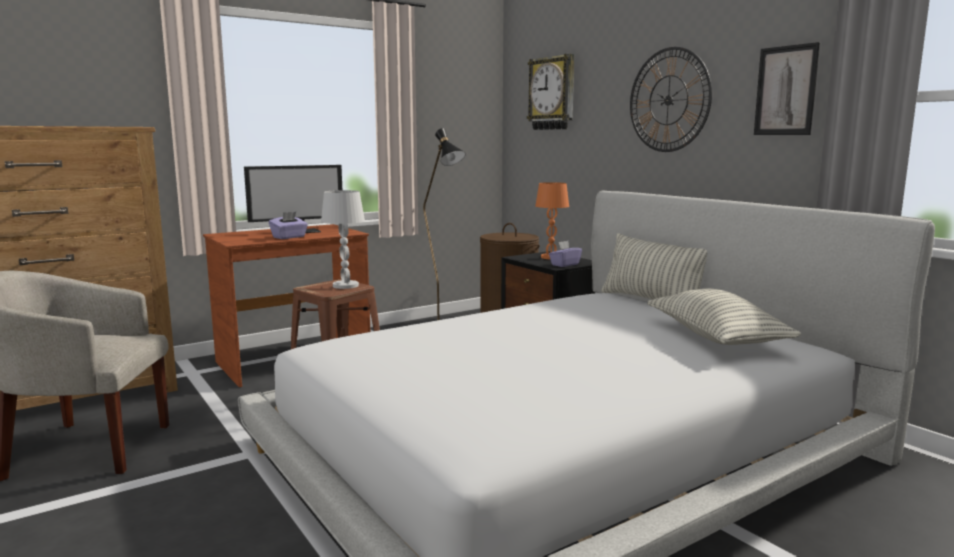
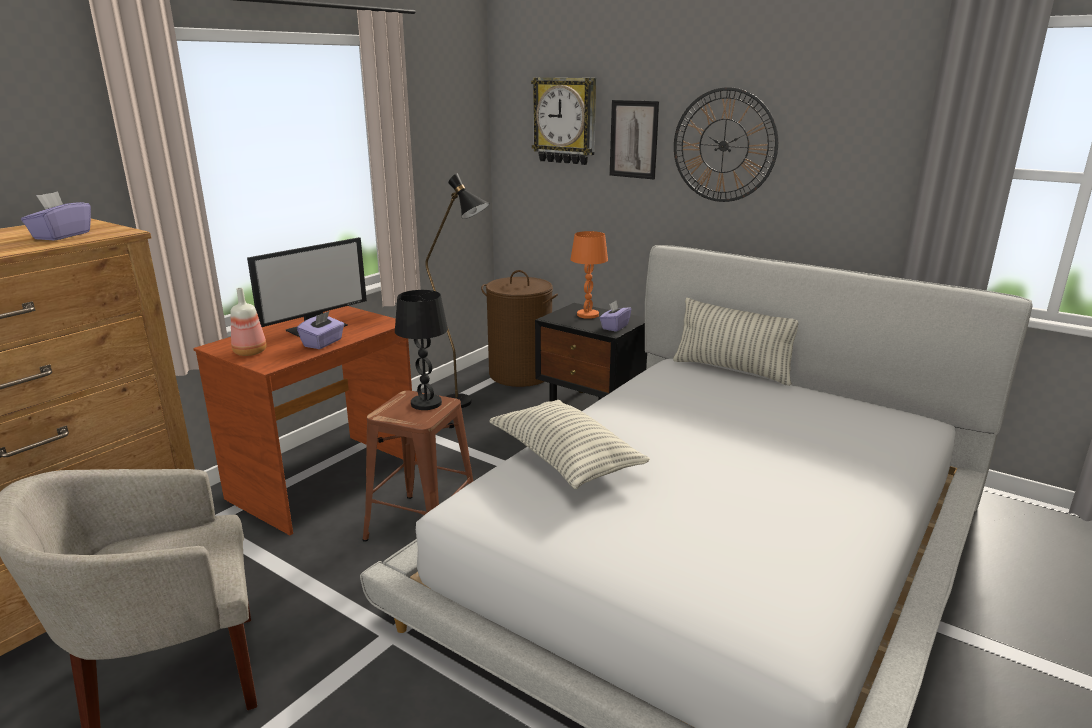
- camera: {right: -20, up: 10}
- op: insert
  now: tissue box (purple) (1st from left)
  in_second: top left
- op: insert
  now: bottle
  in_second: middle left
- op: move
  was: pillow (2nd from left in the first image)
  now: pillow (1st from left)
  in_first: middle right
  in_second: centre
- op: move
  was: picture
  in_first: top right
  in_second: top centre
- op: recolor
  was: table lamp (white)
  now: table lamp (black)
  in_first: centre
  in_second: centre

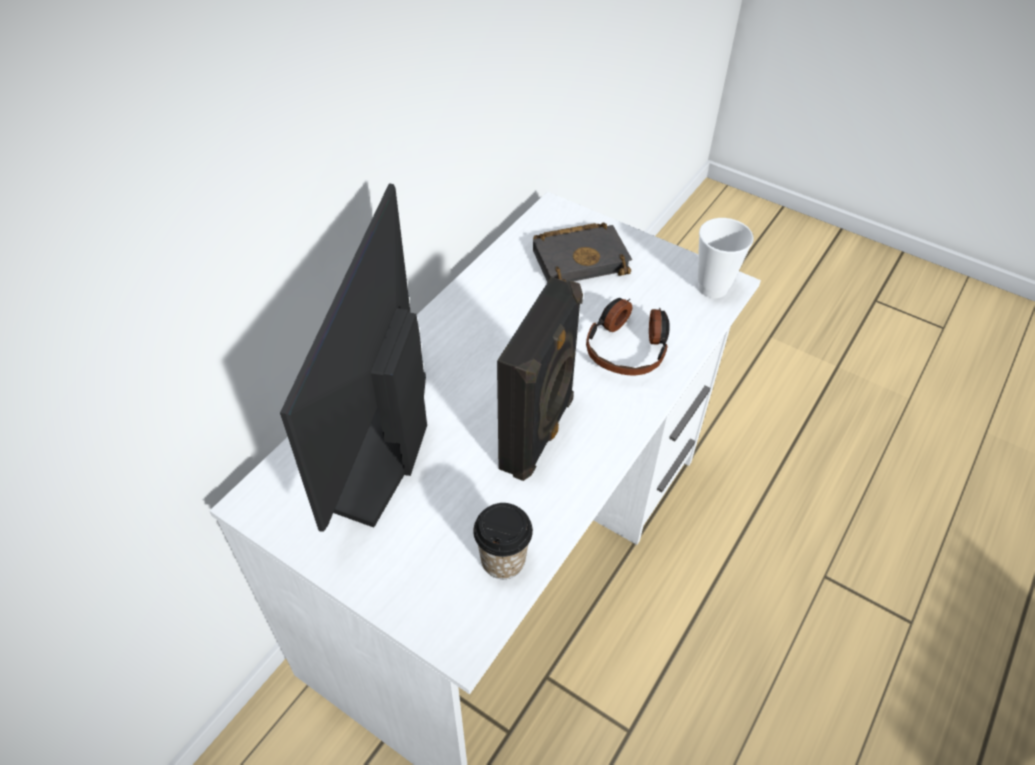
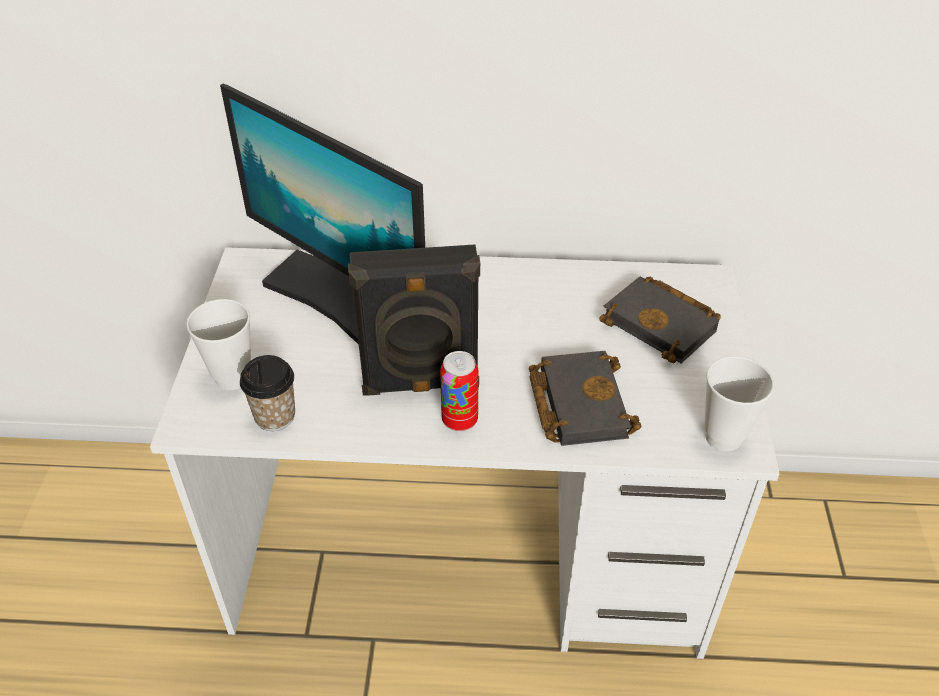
- camera: {right: 60, up: -5}
- op: insert
  now: cup (1st from left)
  in_second: middle left
- op: insert
  now: can
  in_second: centre
- op: replace
  was: headphones
  now: book (black) (1st from left)
  in_first: centre
  in_second: centre
- op: rotate
  was: monitor
  in_first: centre
  in_second: top centre
  clockwise: -120

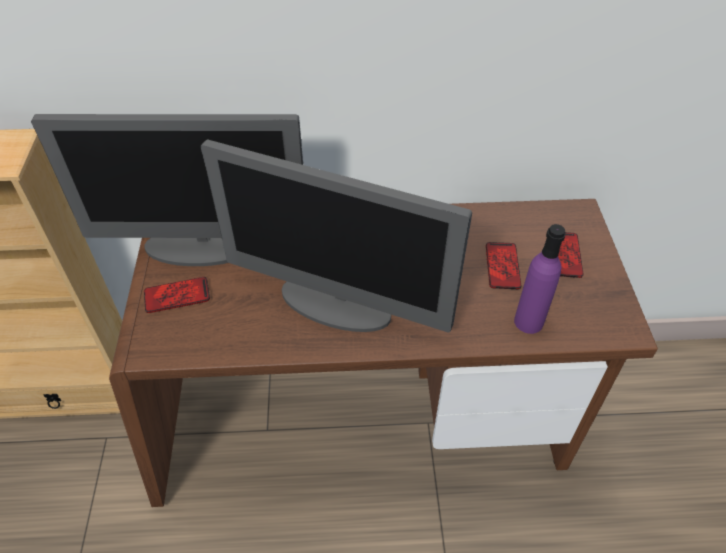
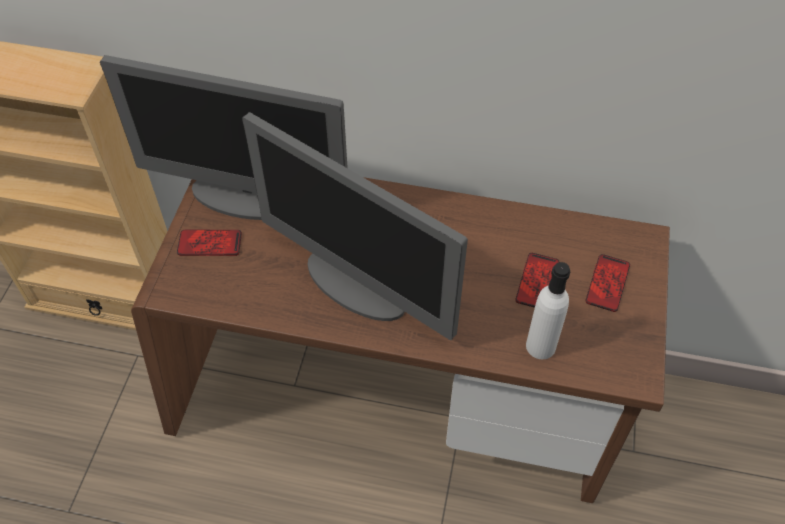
- camera: {right: 15, up: 5}
- op: recolor
  was: bottle (purple)
  now: bottle (white)
  in_first: middle right
  in_second: middle right

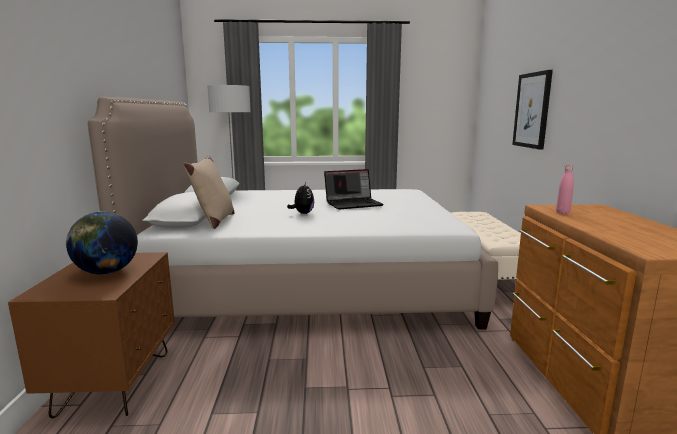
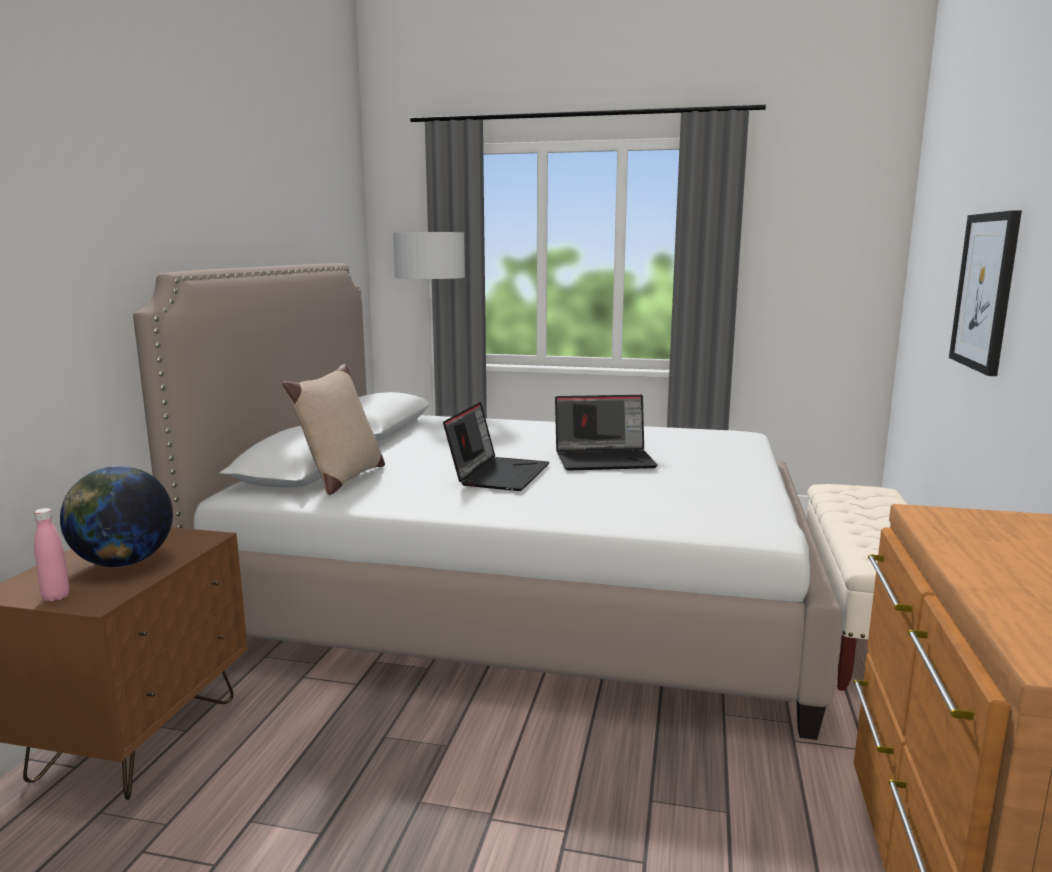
- camera: {right: 15, up: 0}
- op: move
  was: bottle (pink)
  in_first: middle right
  in_second: middle left
- op: replace
  was: plush toy
  now: laptop (1st from left)
  in_first: centre
  in_second: centre

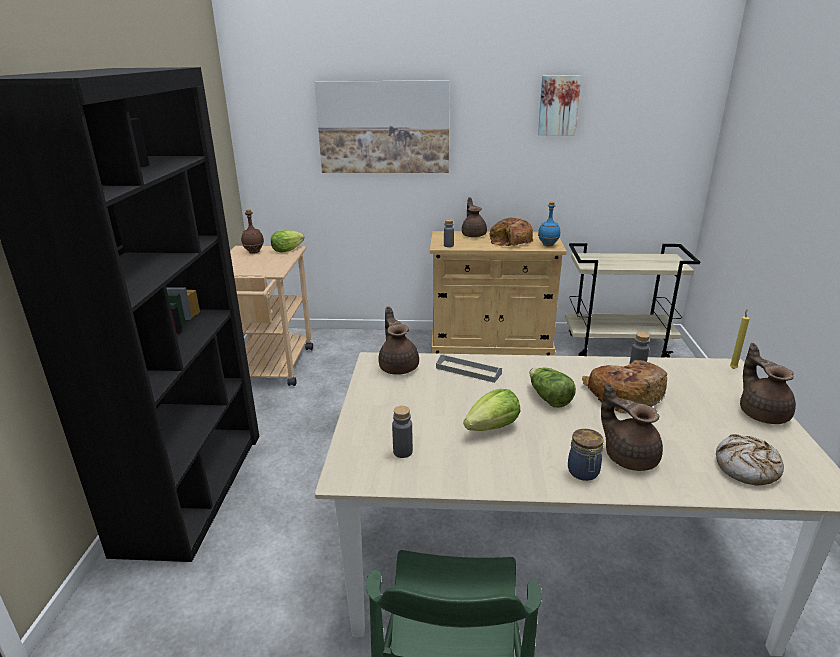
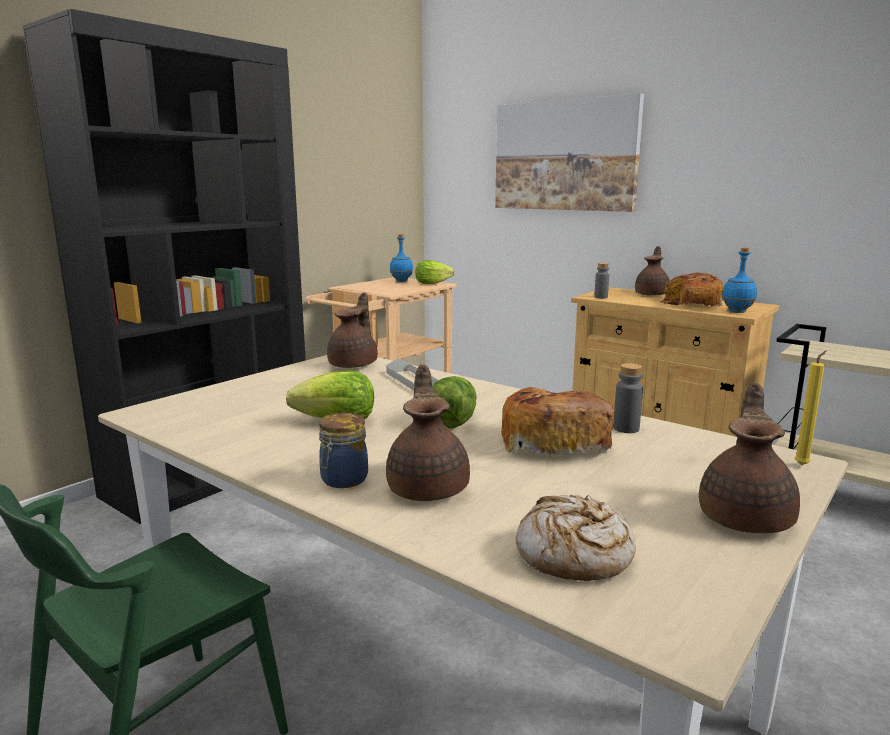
- camera: {right: 35, up: -10}
- op: delete
  was: bottle (grey) (1st from left)
  in_first: centre
- op: delete
  was: picture (2nd from left)
  in_first: top centre
- op: recolor
  was: bottle (brown)
  now: bottle (blue) (1st from left)
  in_first: middle left
  in_second: centre

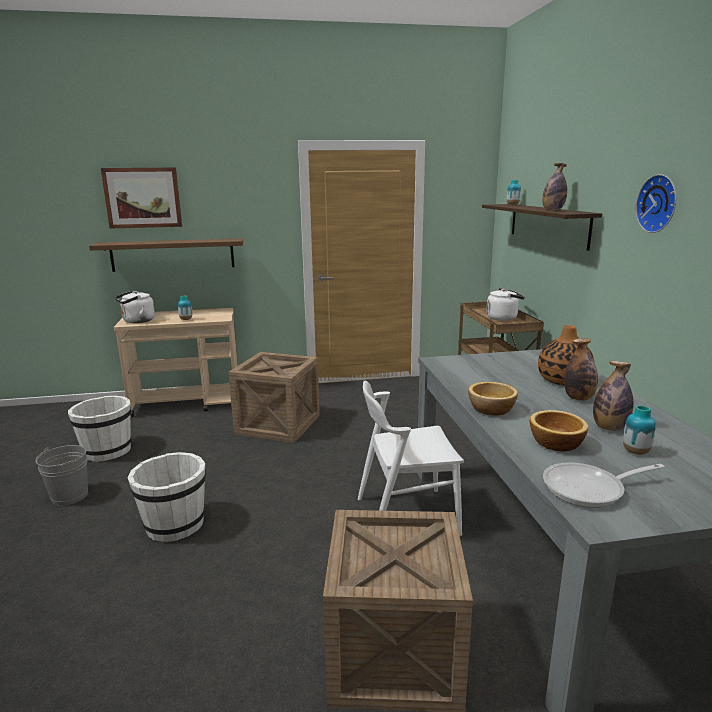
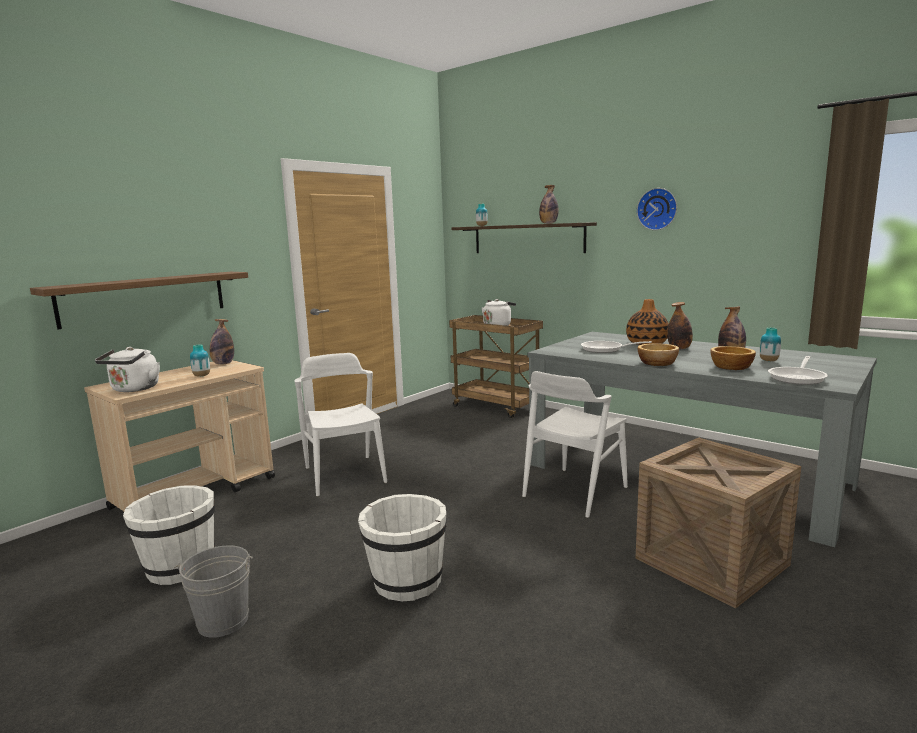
- camera: {right: -40, up: -5}
- op: delete
  was: picture
  in_first: top left
- op: insert
  now: bottle (1st from left)
  in_second: middle left
- op: insert
  now: frying pan (1st from left)
  in_second: middle right
- op: replace
  was: crate (1st from left)
  now: chair (white) (1st from left)
  in_first: centre
  in_second: centre

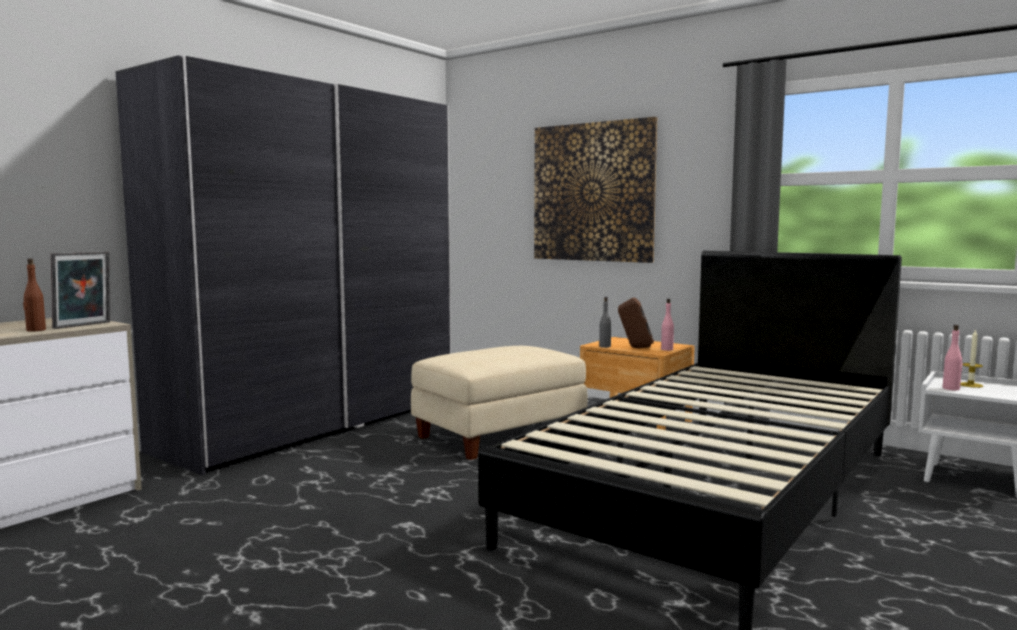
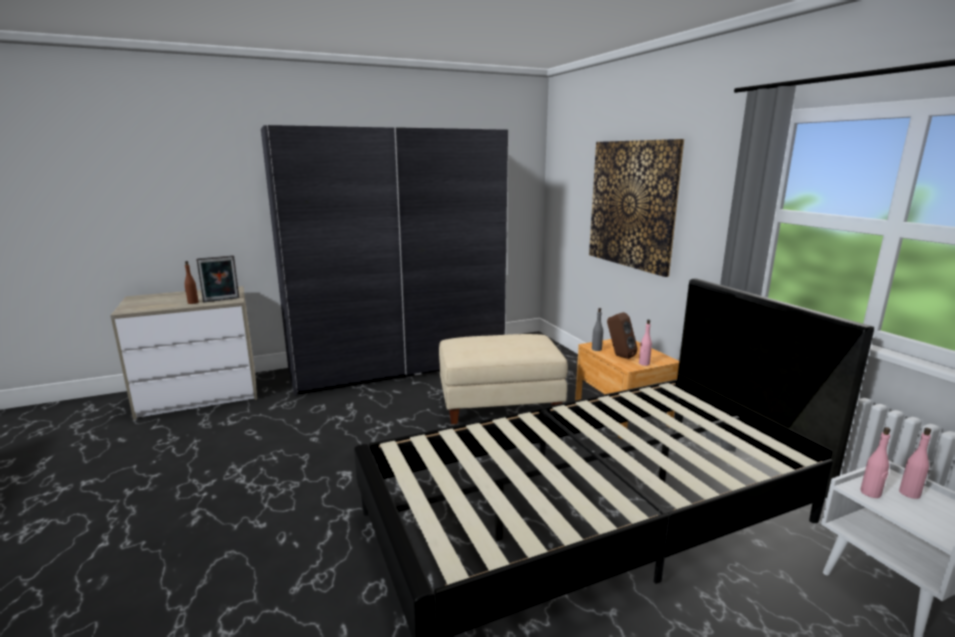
- camera: {right: 30, up: 10}
- op: replace
  was: candle
  now: bottle (pink) (3rd from left)
  in_first: middle right
  in_second: bottom right

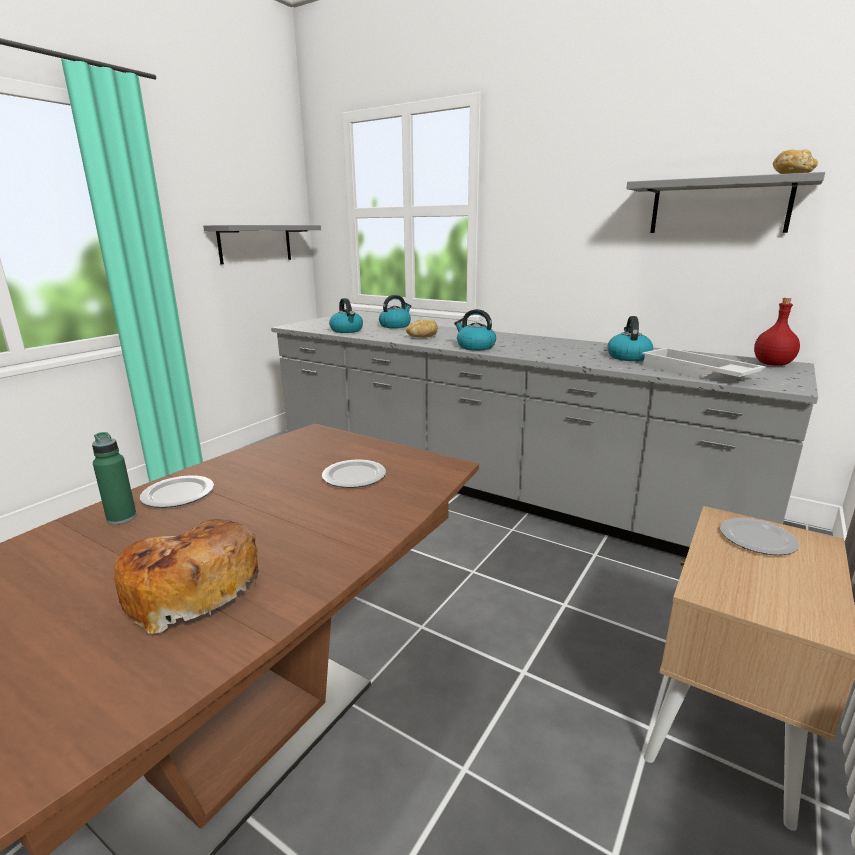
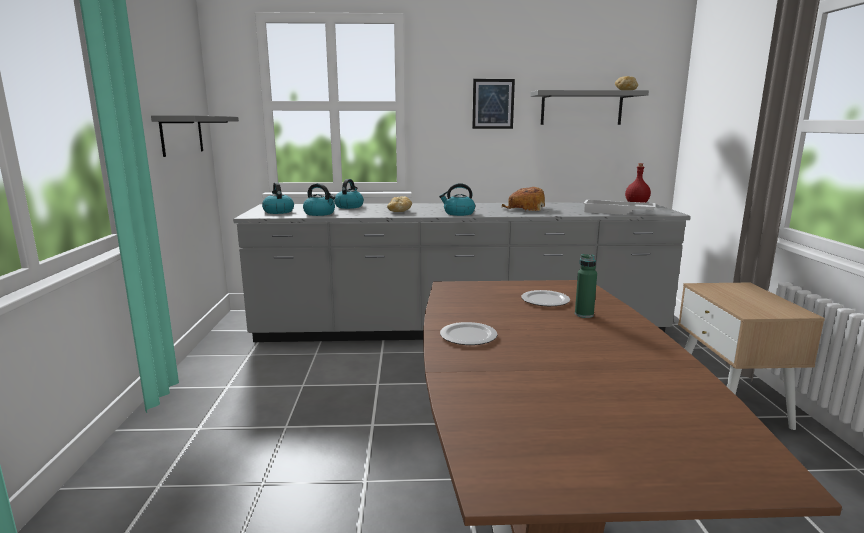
- camera: {right: -35, up: -5}
- op: delete
  was: plate (3rd from left)
  in_first: middle right
- op: insert
  now: picture
  in_second: top centre
- op: move
  was: bottle (green)
  in_first: middle left
  in_second: middle right
- op: move
  was: bread (1st from left in the first image)
  now: bread (2nd from left)
  in_first: bottom left
  in_second: centre
- op: move
  was: kettle (4th from left in the first image)
  now: kettle (1st from left)
  in_first: middle right
  in_second: middle left

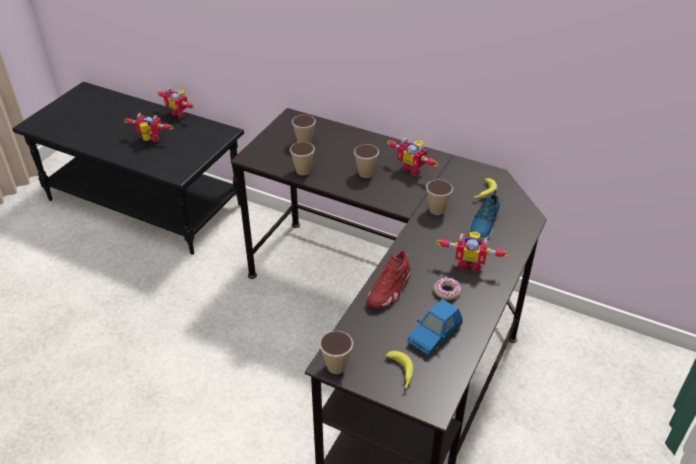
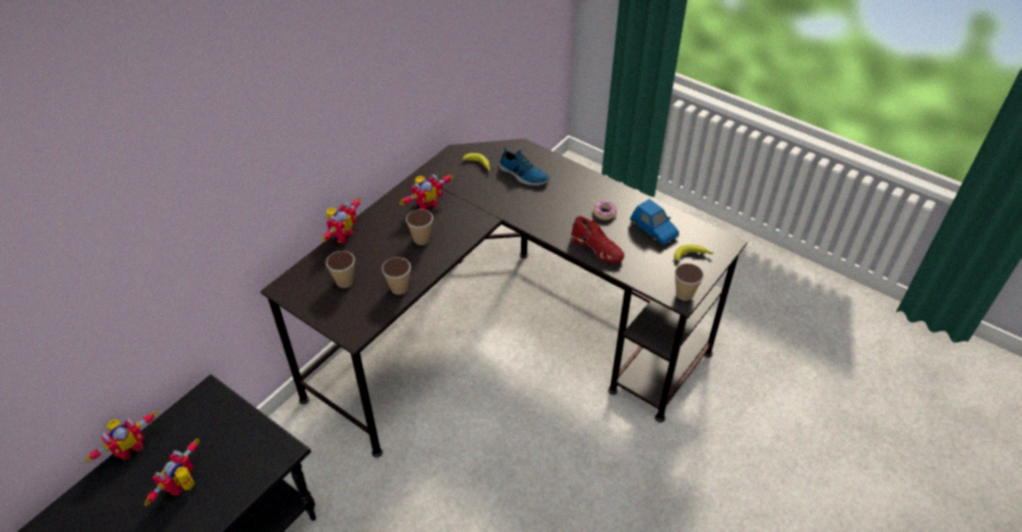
- camera: {right: -80, up: 5}
- op: delete
  was: cup (5th from left)
  in_first: centre
- op: move
  was: toy robot (4th from left in the first image)
  now: toy robot (3rd from left)
  in_first: middle right
  in_second: centre

